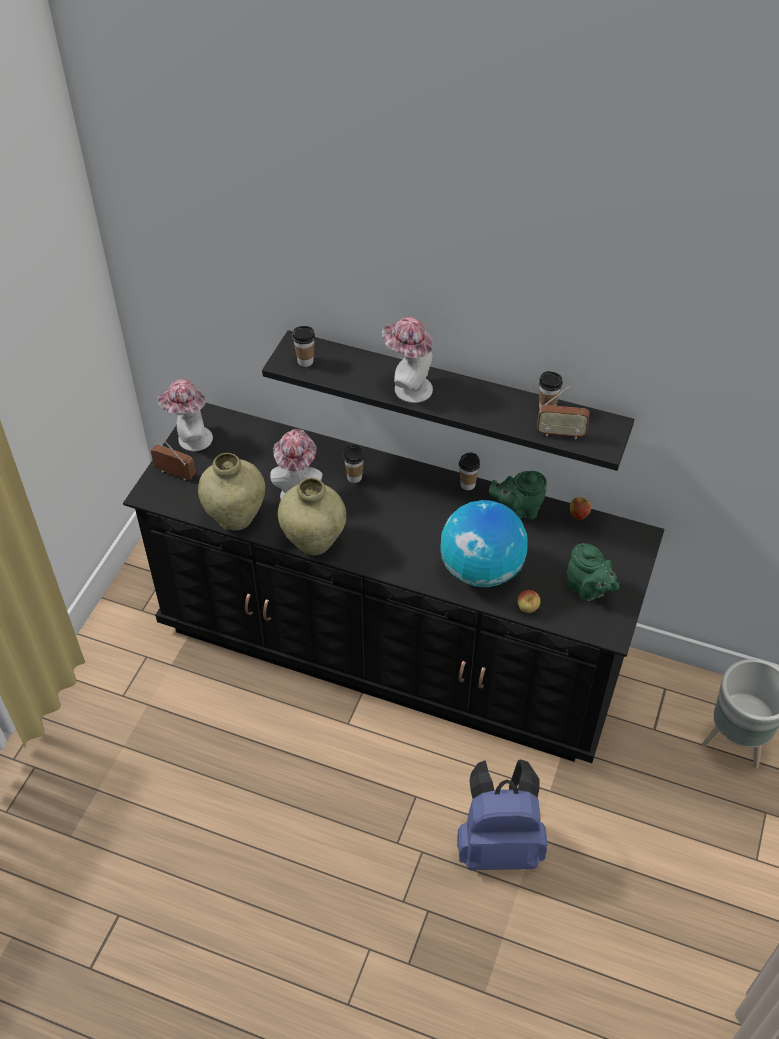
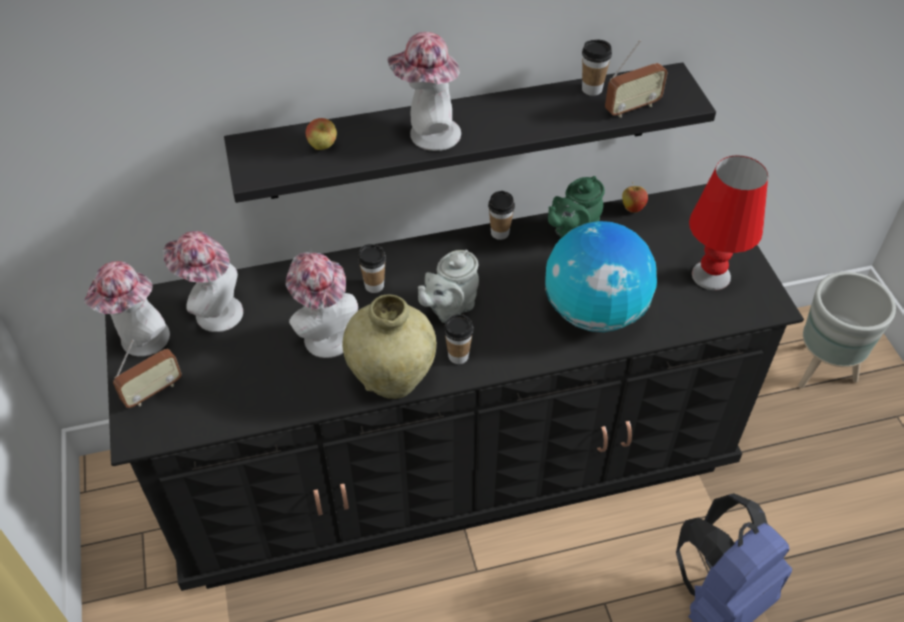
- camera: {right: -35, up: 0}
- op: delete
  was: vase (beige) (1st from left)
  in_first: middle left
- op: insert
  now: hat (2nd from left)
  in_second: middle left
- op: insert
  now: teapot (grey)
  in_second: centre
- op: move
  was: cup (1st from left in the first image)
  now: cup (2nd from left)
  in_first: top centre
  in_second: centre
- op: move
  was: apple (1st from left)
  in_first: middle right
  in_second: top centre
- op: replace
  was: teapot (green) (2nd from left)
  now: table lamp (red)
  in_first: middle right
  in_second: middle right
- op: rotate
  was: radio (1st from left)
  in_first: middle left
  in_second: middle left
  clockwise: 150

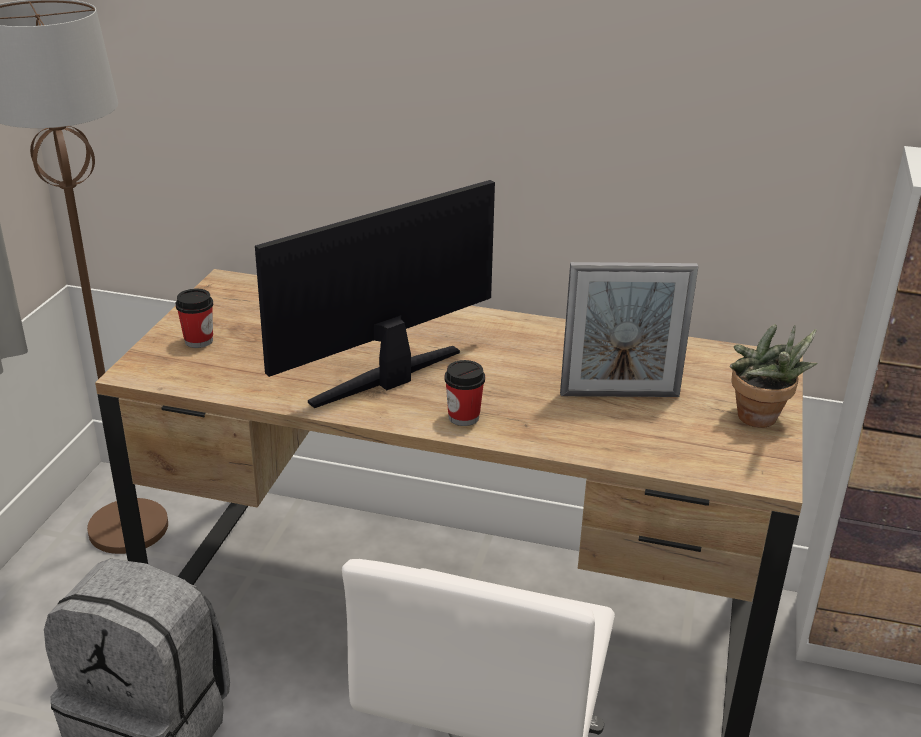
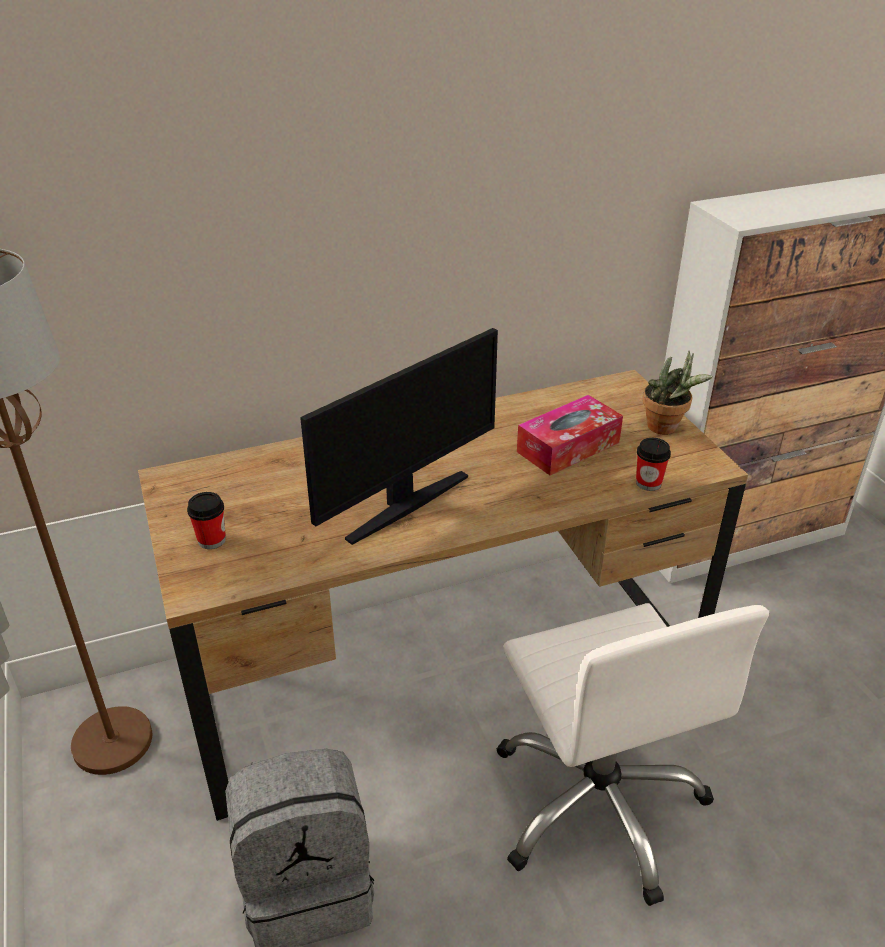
- camera: {right: -35, up: 5}
- op: move
  was: cup (2nd from left)
  in_first: centre
  in_second: middle right
- op: replace
  was: picture frame
  now: tissue box
  in_first: middle right
  in_second: centre
- op: rotate
  was: monitor
  in_first: centre
  in_second: centre
  clockwise: -150

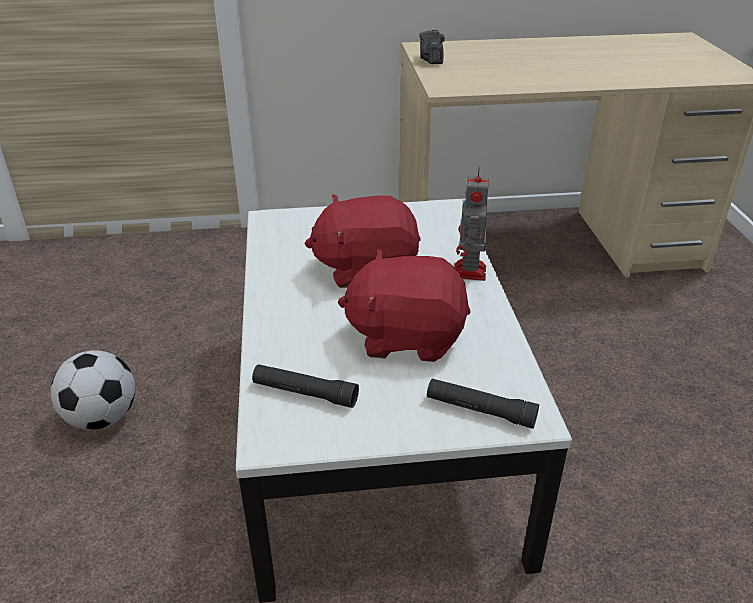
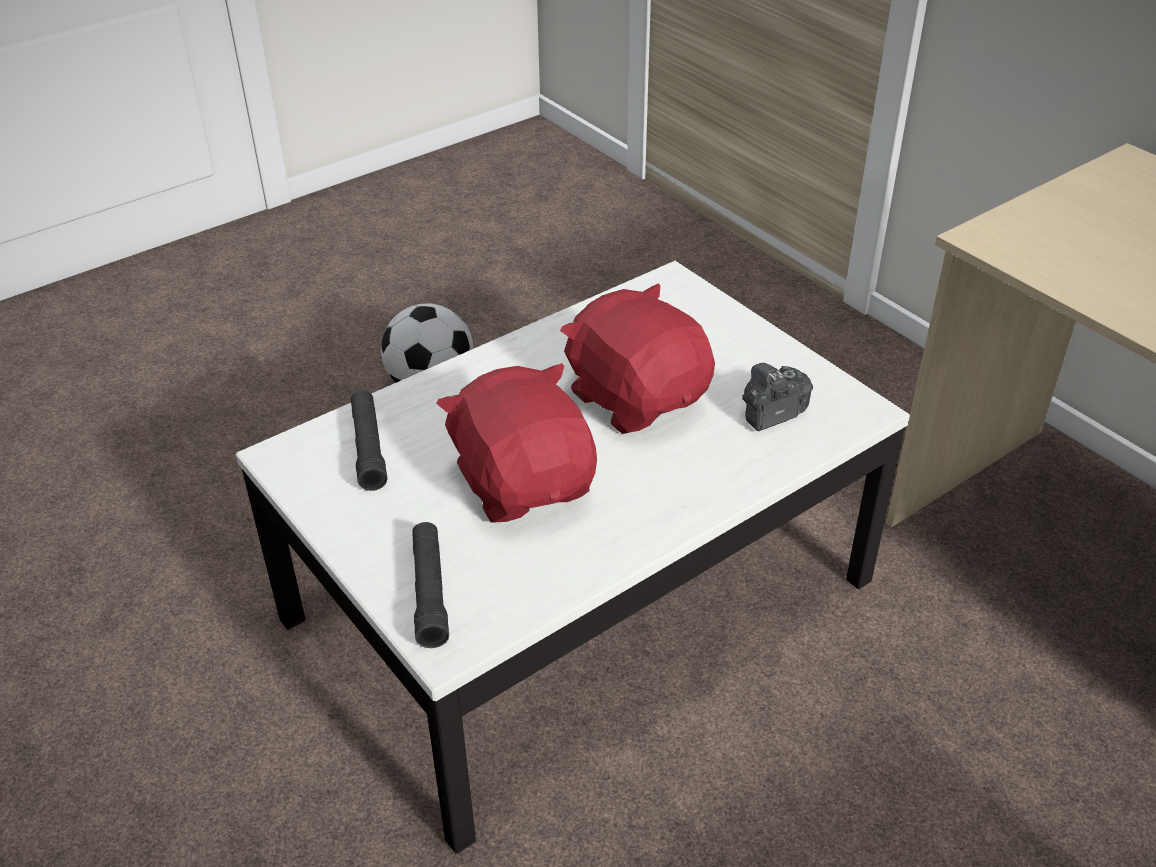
- camera: {right: 60, up: 5}
- op: delete
  was: toy robot
  in_first: centre
- op: move
  was: photo camera
  in_first: top centre
  in_second: middle right

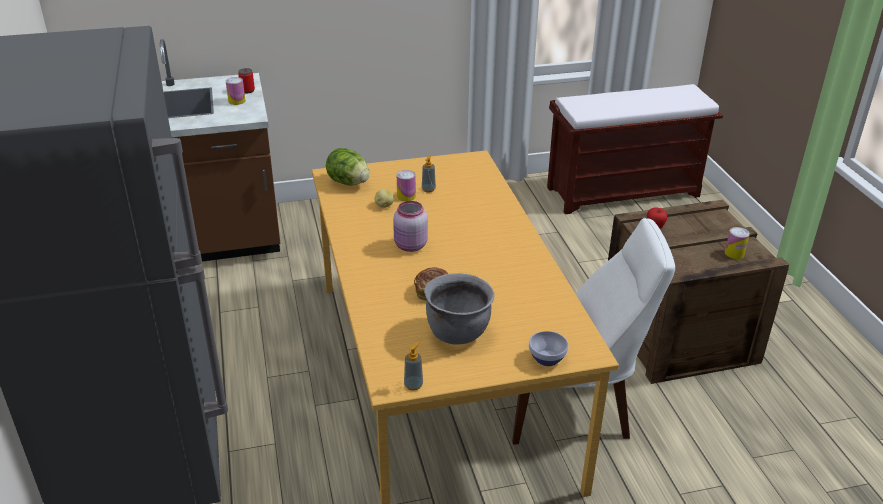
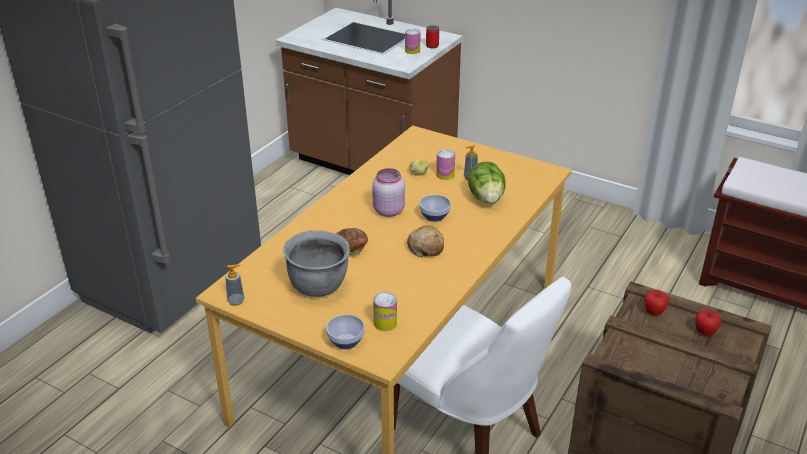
- camera: {right: 45, up: 0}
- op: insert
  now: bread (2nd from left)
  in_second: centre
- op: insert
  now: bowl (2nd from left)
  in_second: centre
- op: insert
  now: apple (2nd from left)
  in_second: bottom right
- op: move
  was: lettuce
  in_first: top centre
  in_second: centre
- op: move
  was: can (4th from left in the first image)
  now: can (1st from left)
  in_first: middle right
  in_second: bottom centre

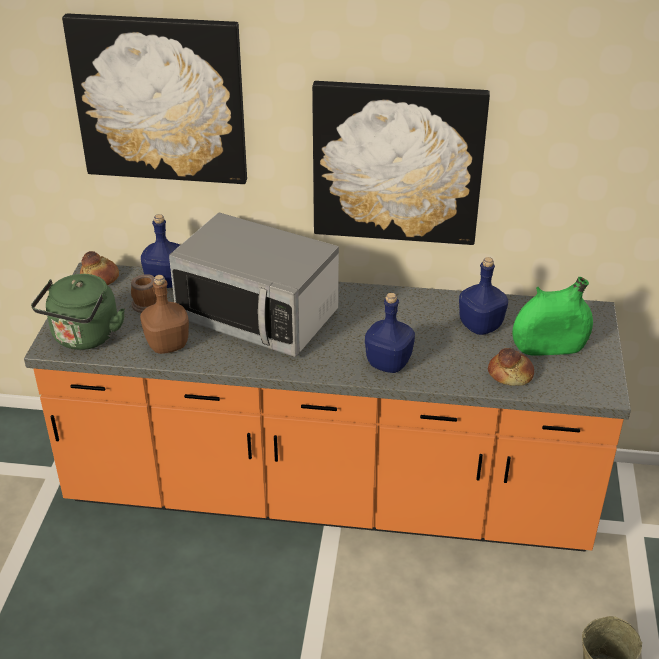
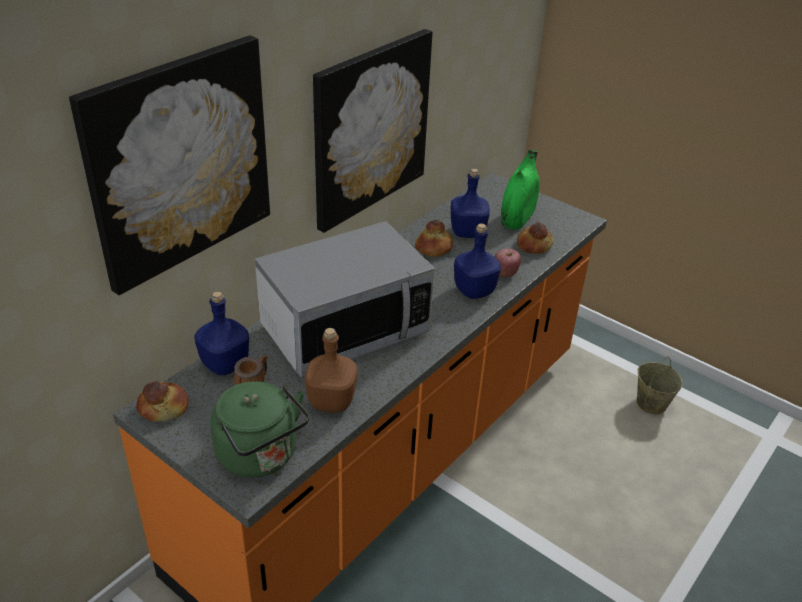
- camera: {right: -60, up: 0}
- op: insert
  now: bread (2nd from left)
  in_second: centre
- op: insert
  now: apple
  in_second: centre

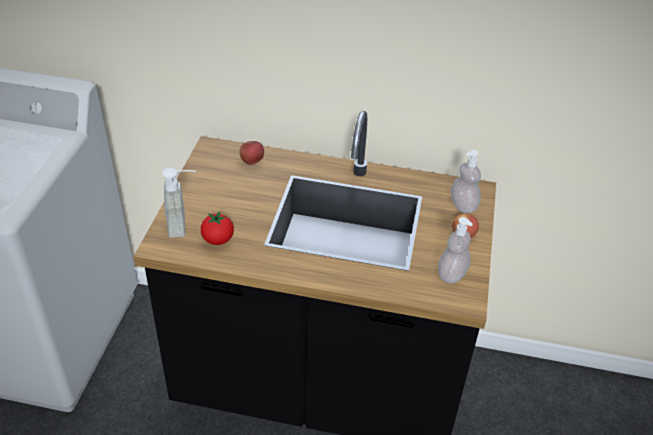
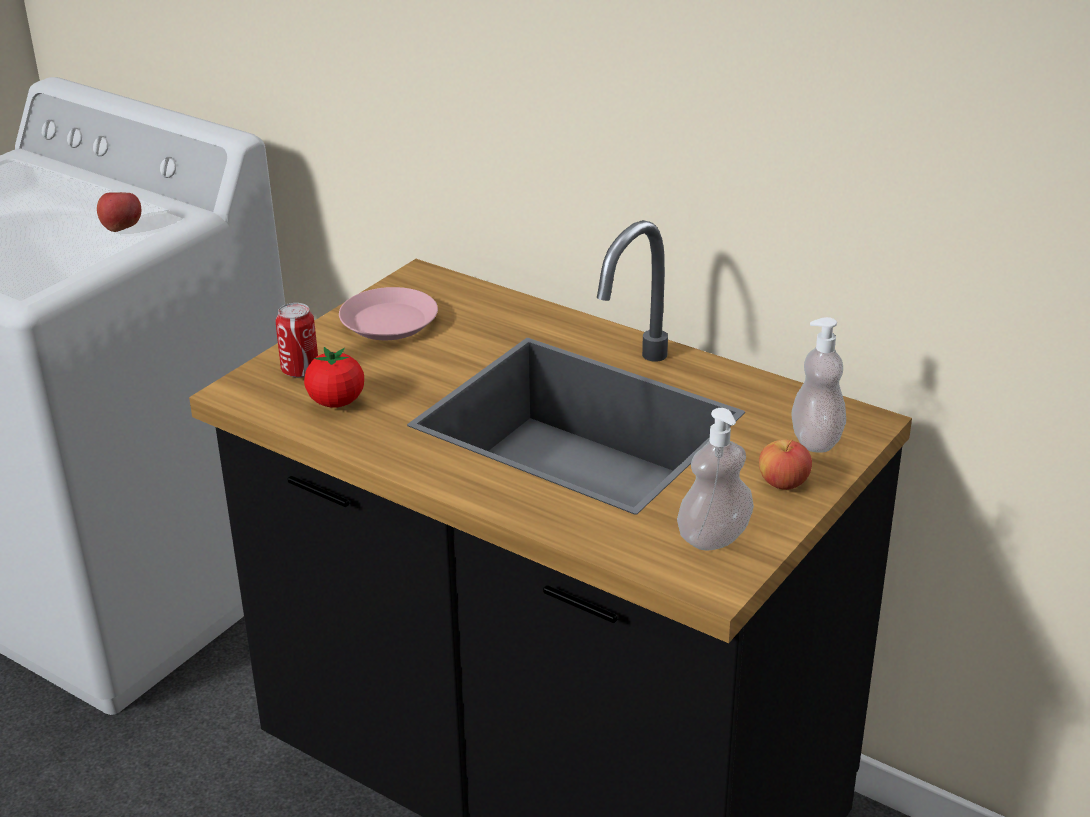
- camera: {right: 25, up: -10}
- op: insert
  now: plate (pink)
  in_second: centre
- op: move
  was: apple (1st from left)
  in_first: centre
  in_second: top left
- op: replace
  was: soap dispenser (1st from left)
  now: can
  in_first: middle left
  in_second: middle left

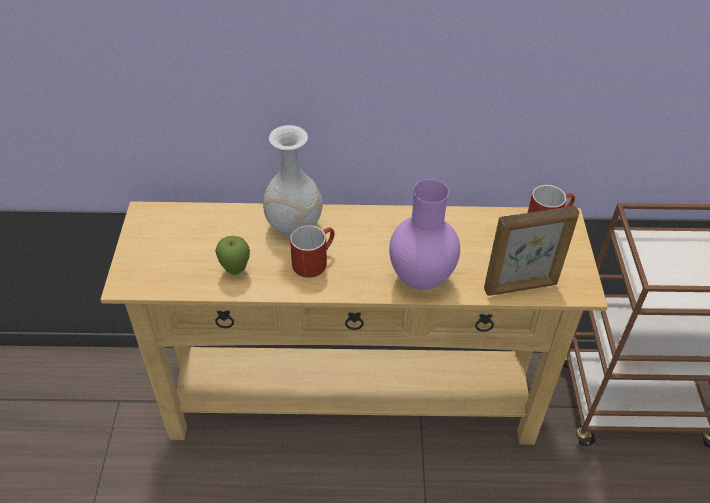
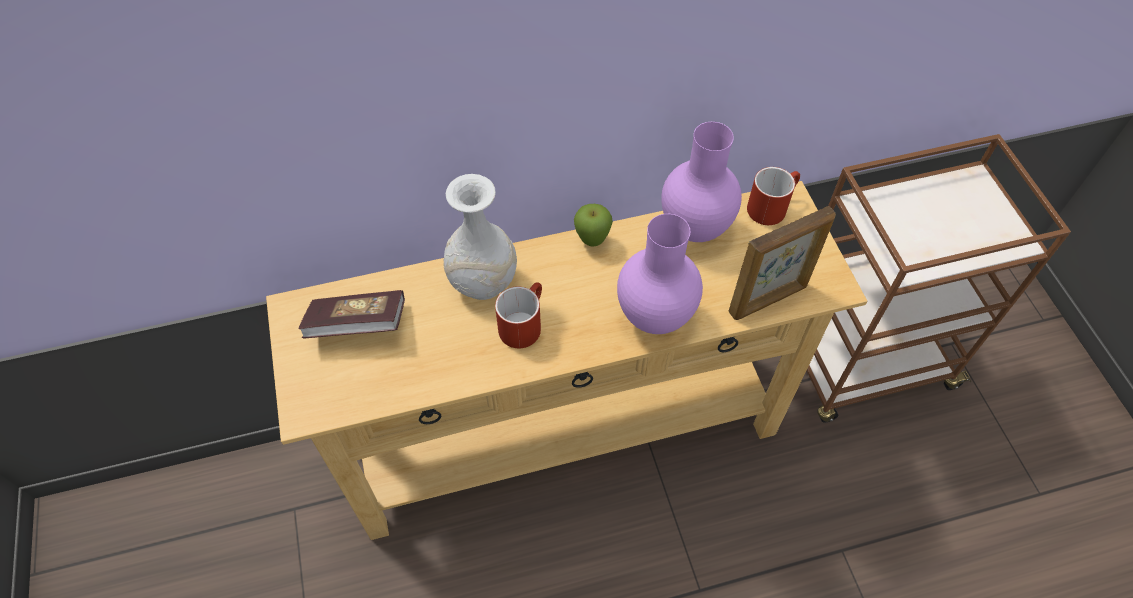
- camera: {right: -15, up: 10}
- op: insert
  now: book
  in_second: middle left
- op: insert
  now: vase (purple) (2nd from left)
  in_second: top centre
- op: move
  was: apple
  in_first: middle left
  in_second: centre

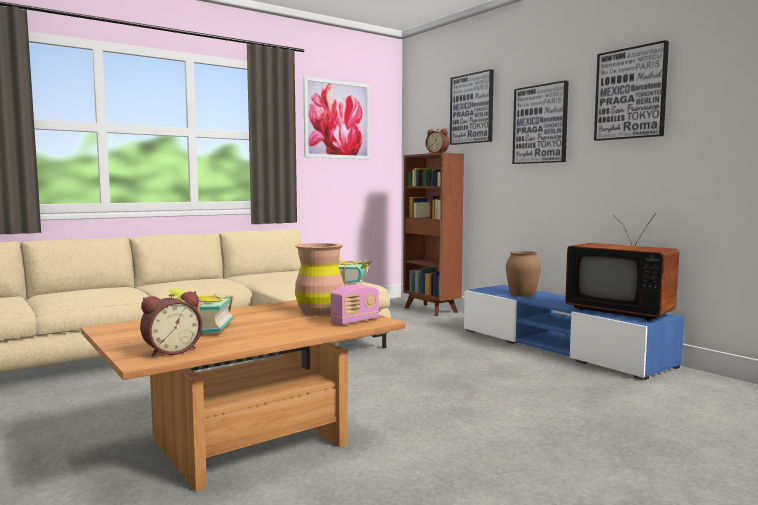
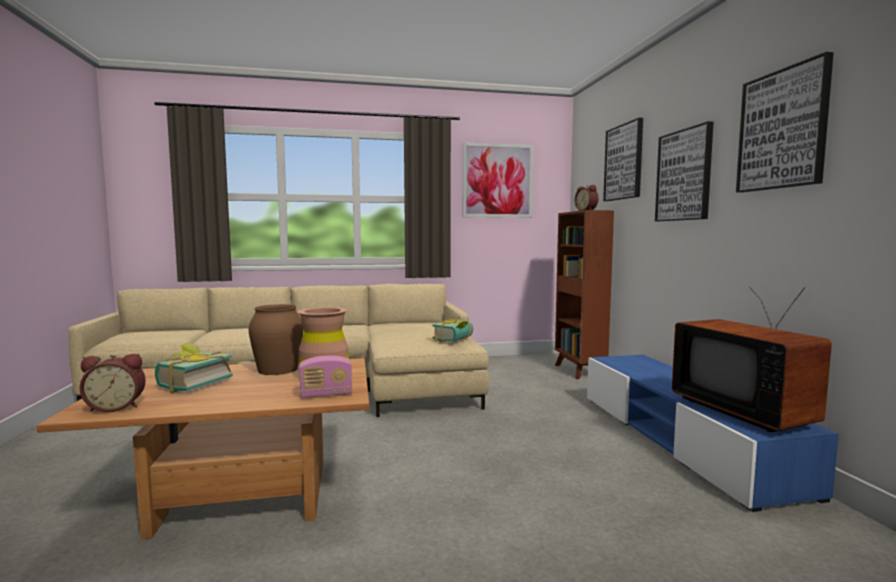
- camera: {right: 25, up: 0}
- op: move
  was: vase (brown) (2nd from left in the first image)
  now: vase (brown) (1st from left)
  in_first: middle right
  in_second: middle left

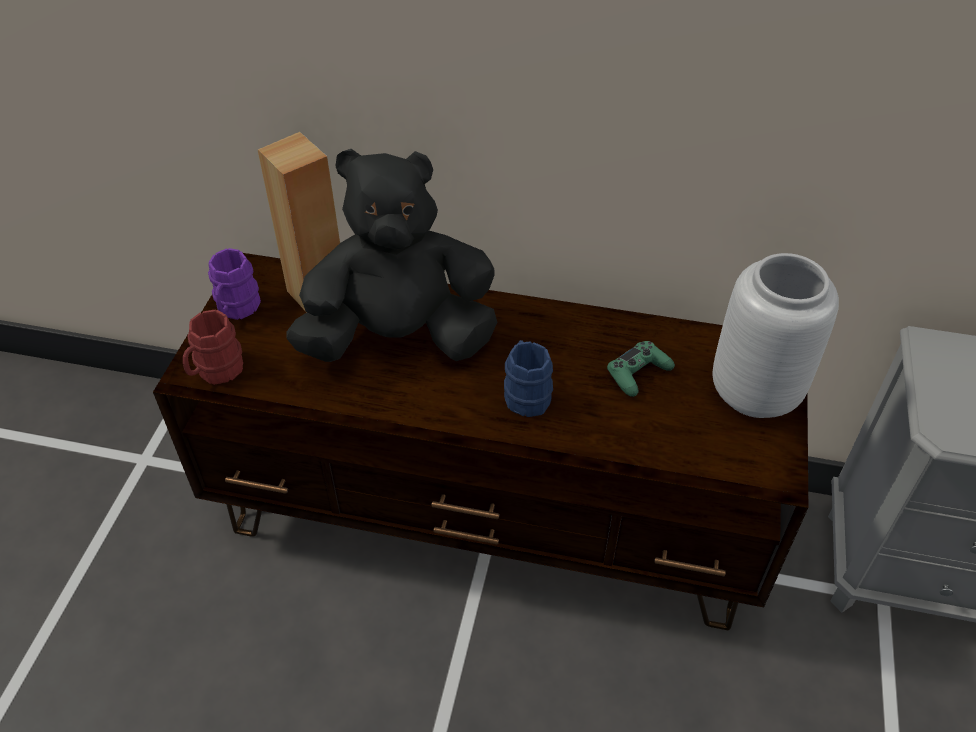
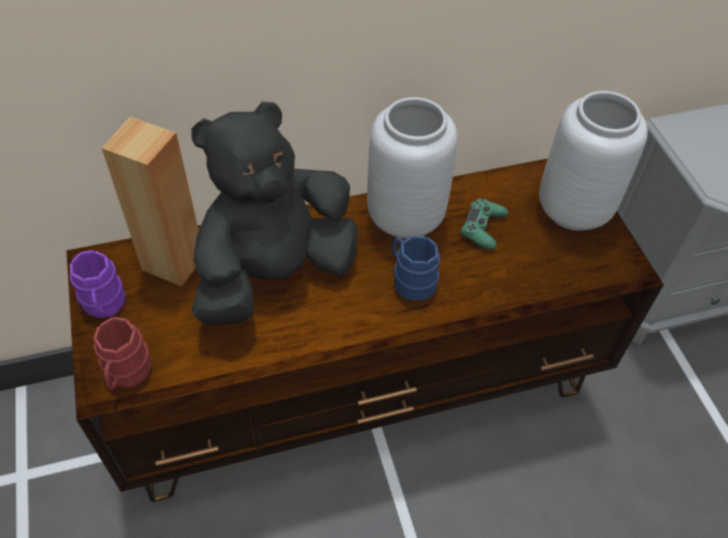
- camera: {right: -30, up: 5}
- op: insert
  now: vase (grey) (1st from left)
  in_second: top centre

